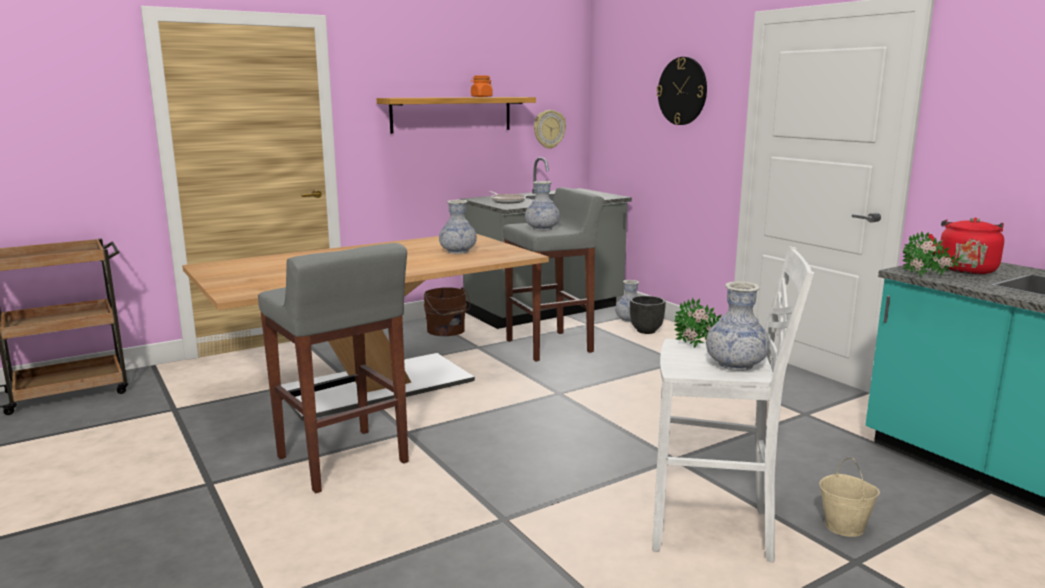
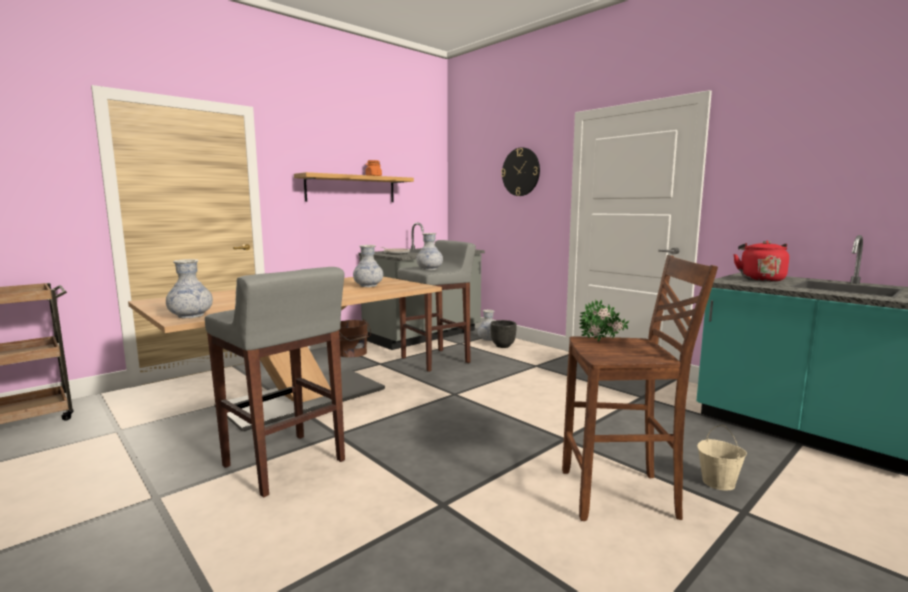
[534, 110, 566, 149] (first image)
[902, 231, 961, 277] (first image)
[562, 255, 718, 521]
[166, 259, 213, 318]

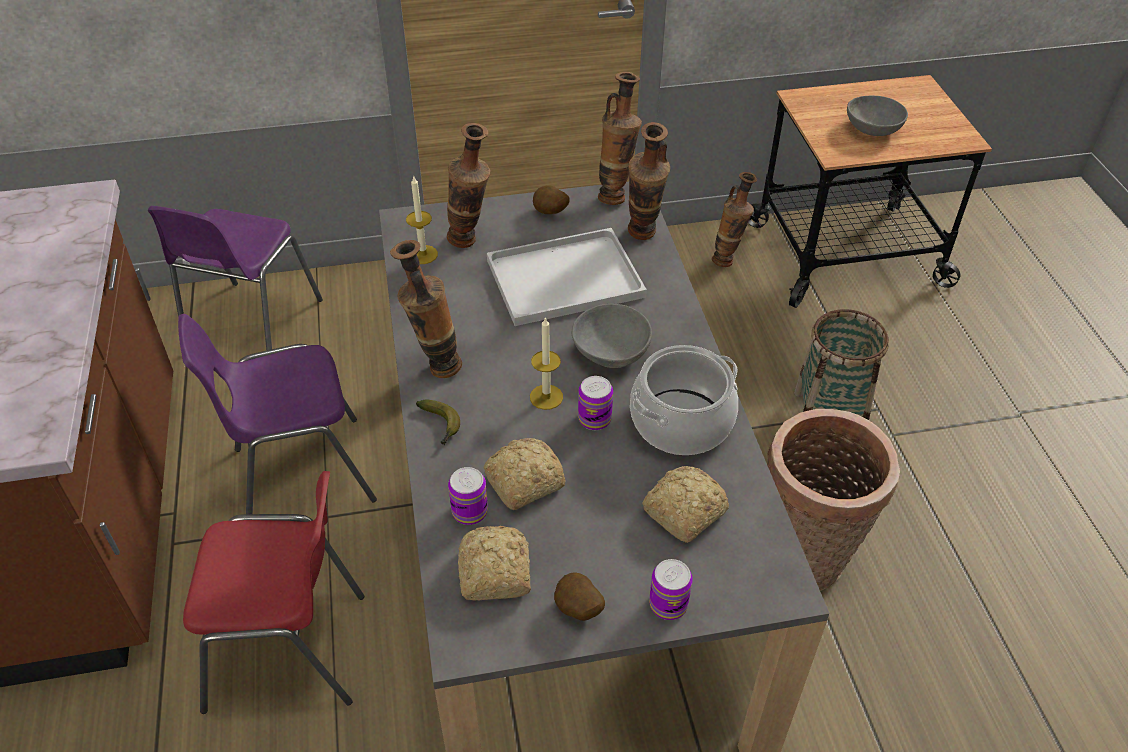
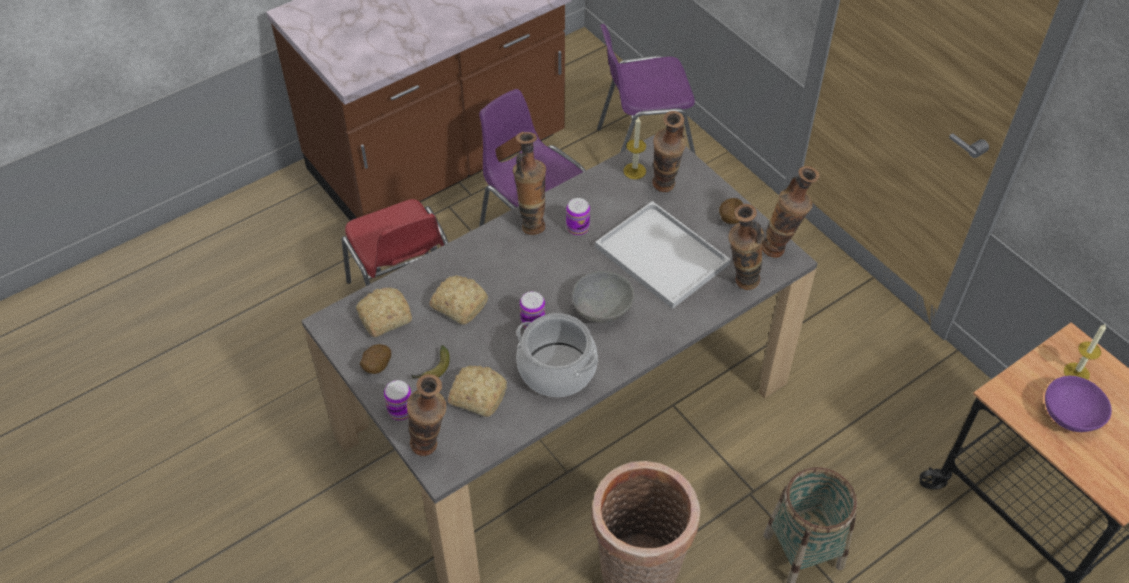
[1045, 376, 1112, 432]
[407, 374, 446, 456]
[1064, 323, 1106, 380]
[411, 345, 450, 379]
[566, 198, 590, 236]

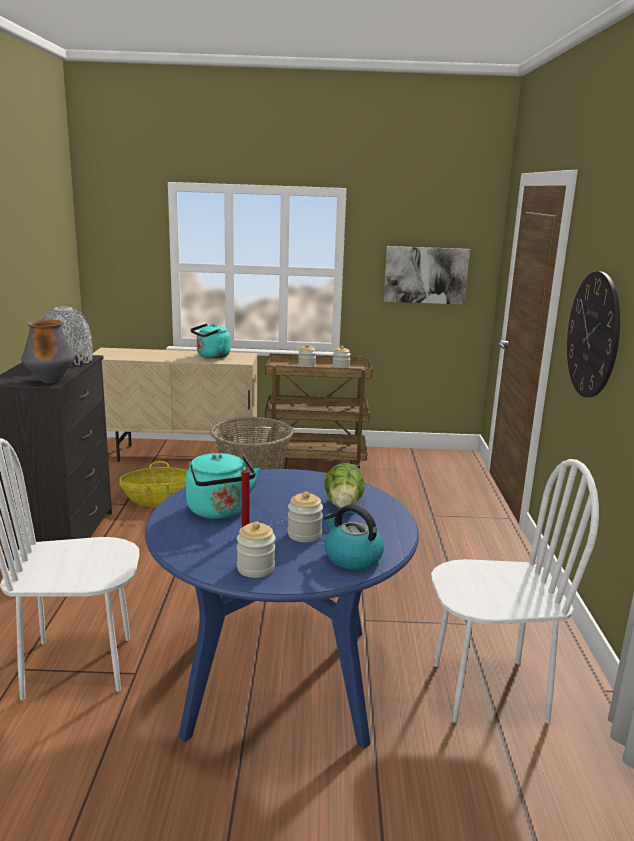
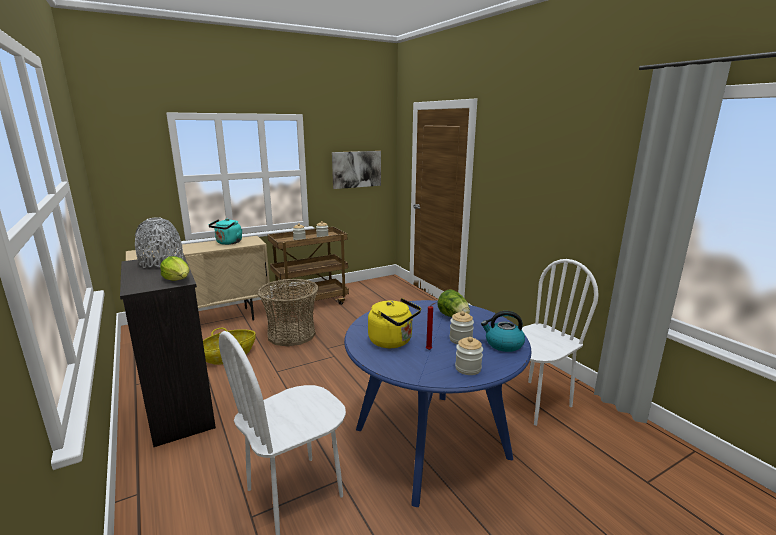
[567, 271, 620, 397] (first image)
[160, 256, 189, 281]
[368, 298, 421, 348]

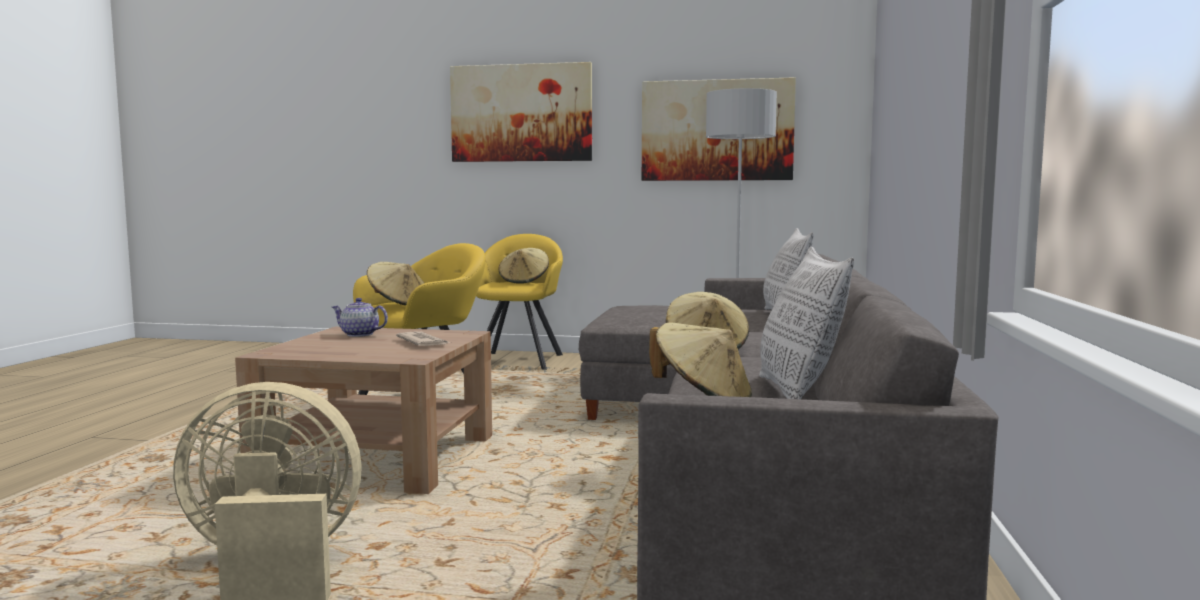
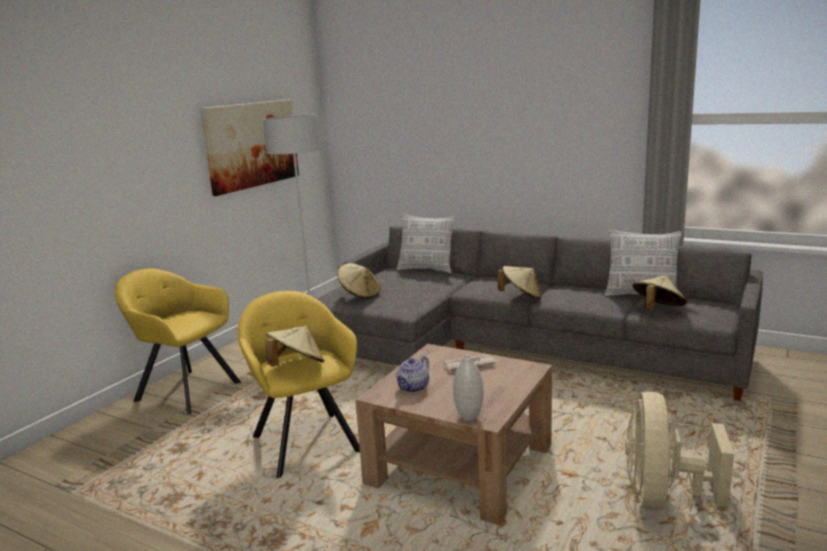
[450, 62, 592, 162] (first image)
[337, 263, 381, 299]
[453, 355, 484, 421]

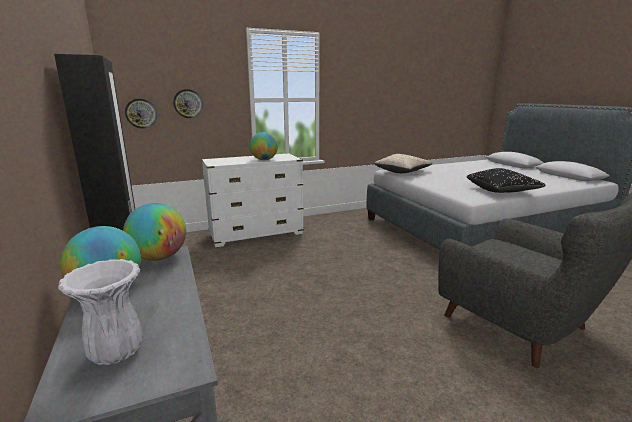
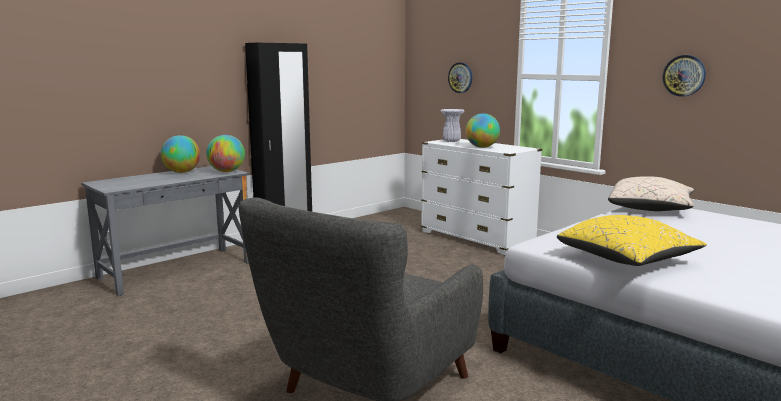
[663, 55, 706, 97]
[556, 215, 707, 266]
[440, 109, 464, 142]

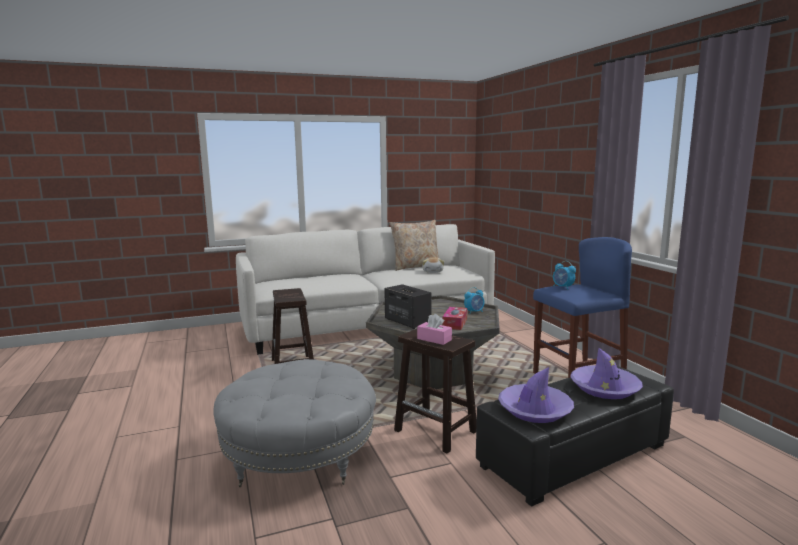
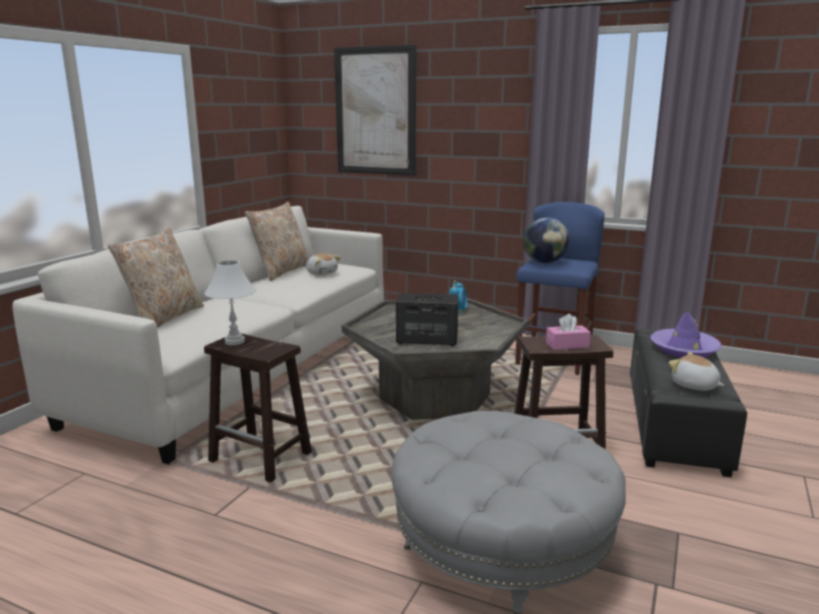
[523, 217, 570, 263]
[442, 307, 467, 330] (first image)
[669, 352, 724, 391]
[334, 44, 416, 176]
[108, 227, 204, 328]
[204, 261, 256, 345]

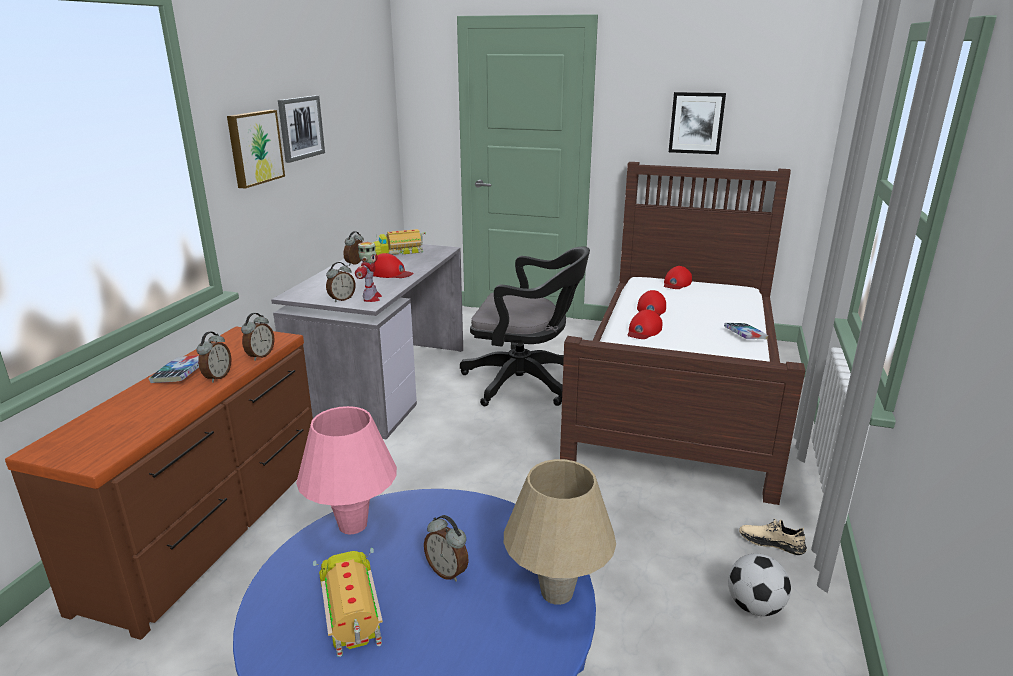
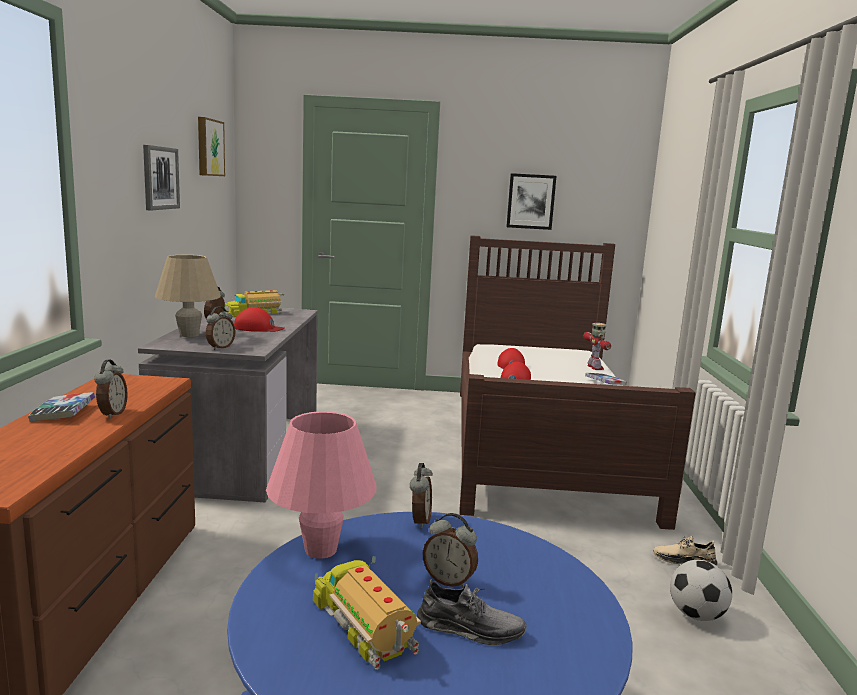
[198, 117, 225, 176]
[583, 323, 611, 370]
[460, 246, 590, 406] (first image)
[664, 266, 692, 289] (first image)
[410, 463, 433, 529]
[155, 255, 221, 337]
[417, 579, 527, 645]

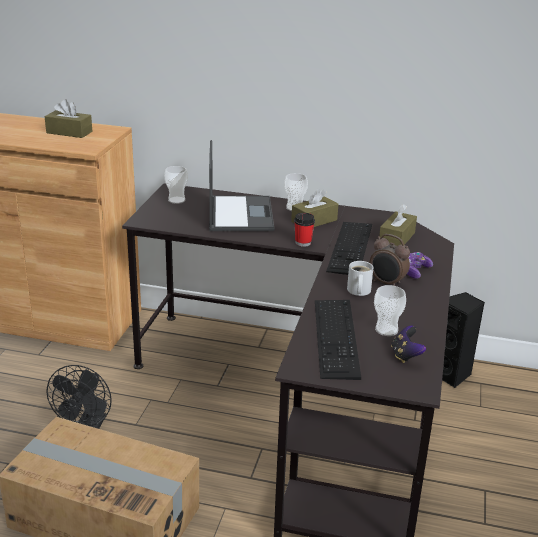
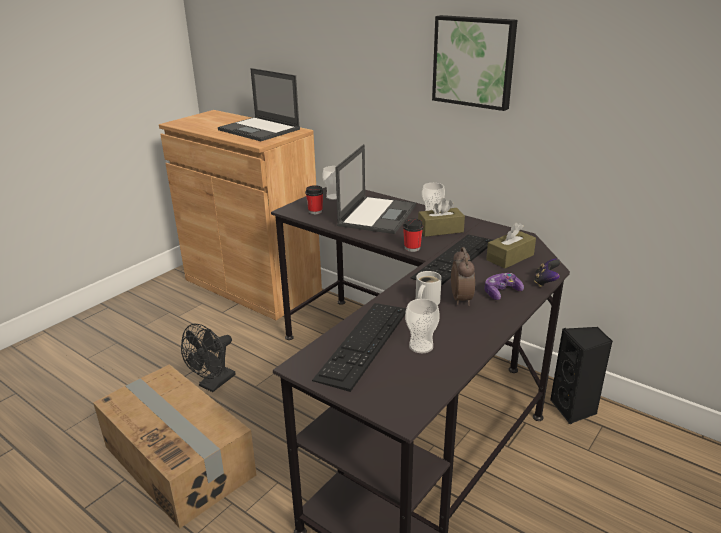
[218, 68, 300, 141]
[451, 247, 475, 306]
[534, 258, 561, 287]
[432, 15, 517, 111]
[305, 185, 323, 214]

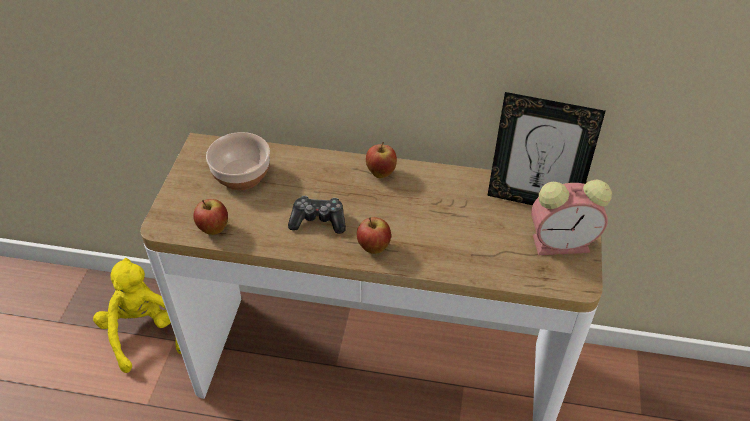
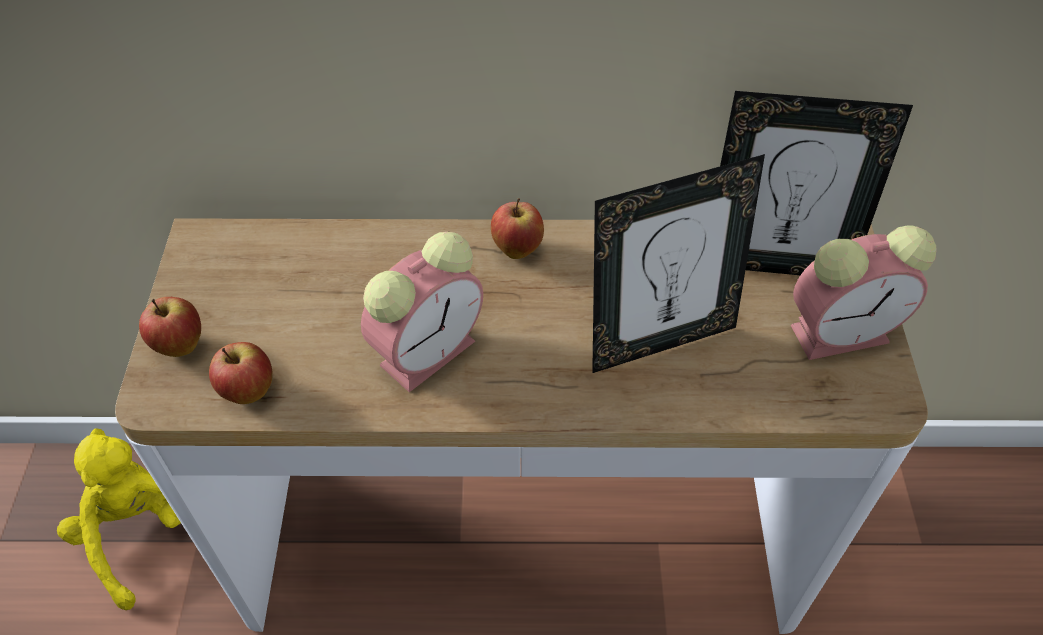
[206, 132, 270, 190] (first image)
[361, 232, 483, 392]
[139, 297, 201, 357]
[592, 154, 765, 373]

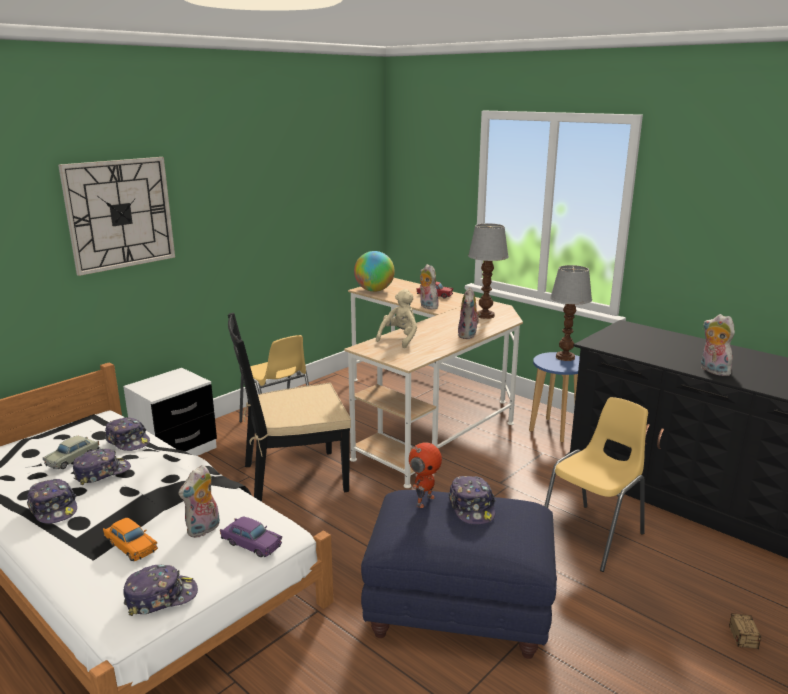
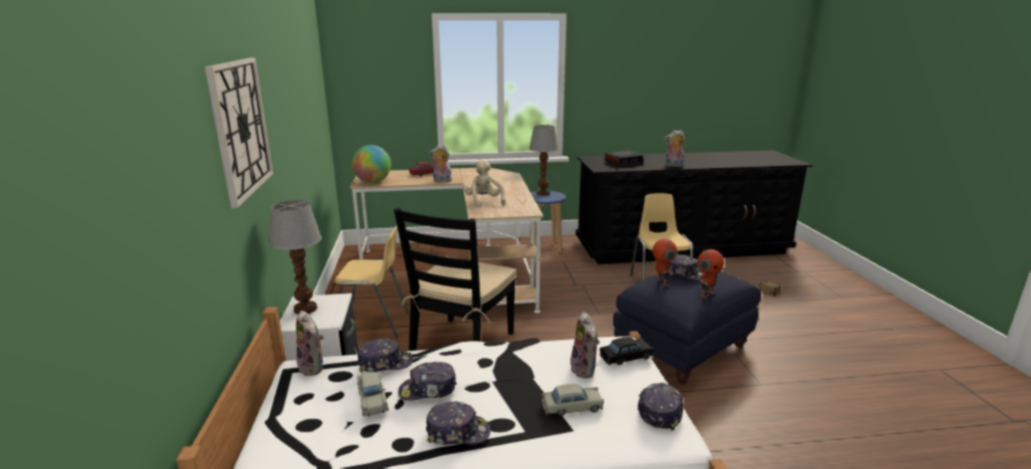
[269, 200, 322, 314]
[296, 310, 324, 376]
[398, 362, 457, 401]
[599, 337, 654, 365]
[541, 384, 604, 416]
[605, 151, 643, 167]
[698, 249, 724, 299]

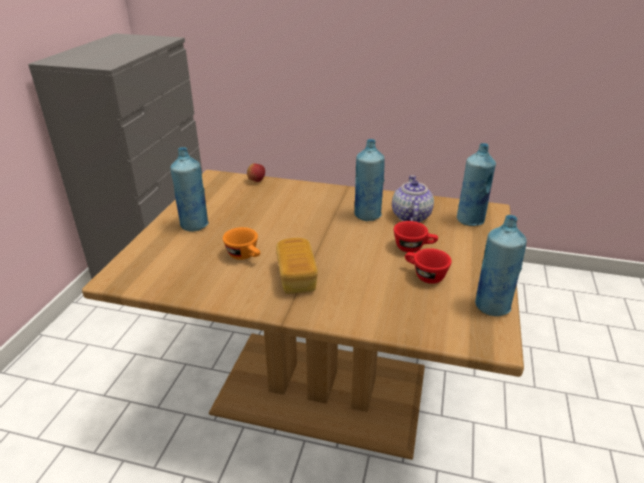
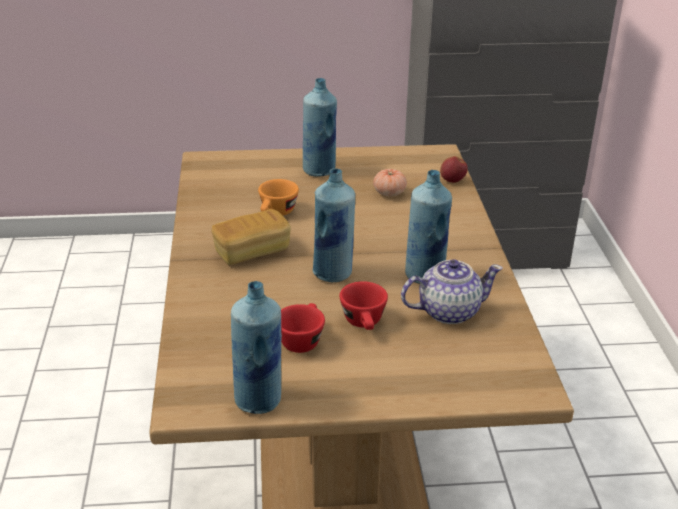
[313, 168, 355, 282]
[373, 169, 407, 196]

